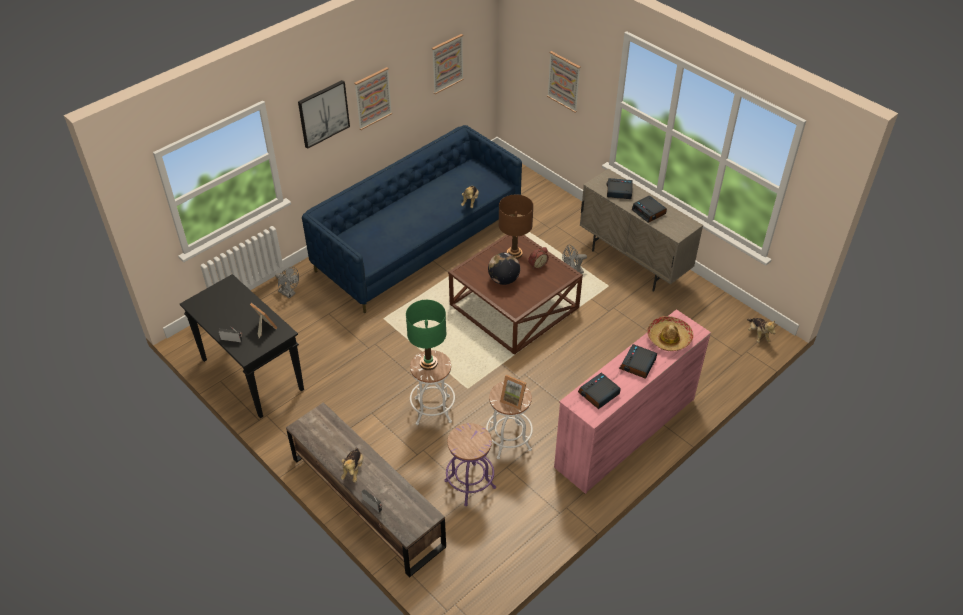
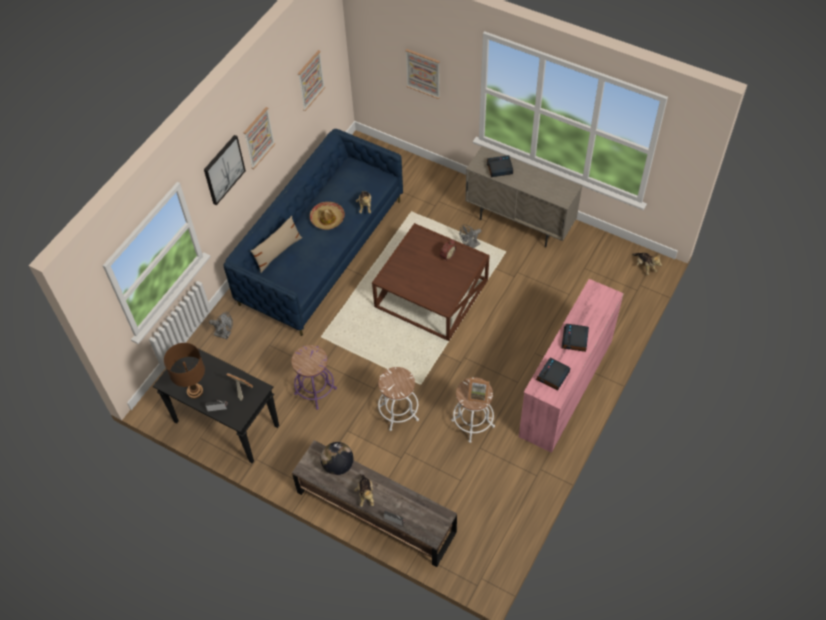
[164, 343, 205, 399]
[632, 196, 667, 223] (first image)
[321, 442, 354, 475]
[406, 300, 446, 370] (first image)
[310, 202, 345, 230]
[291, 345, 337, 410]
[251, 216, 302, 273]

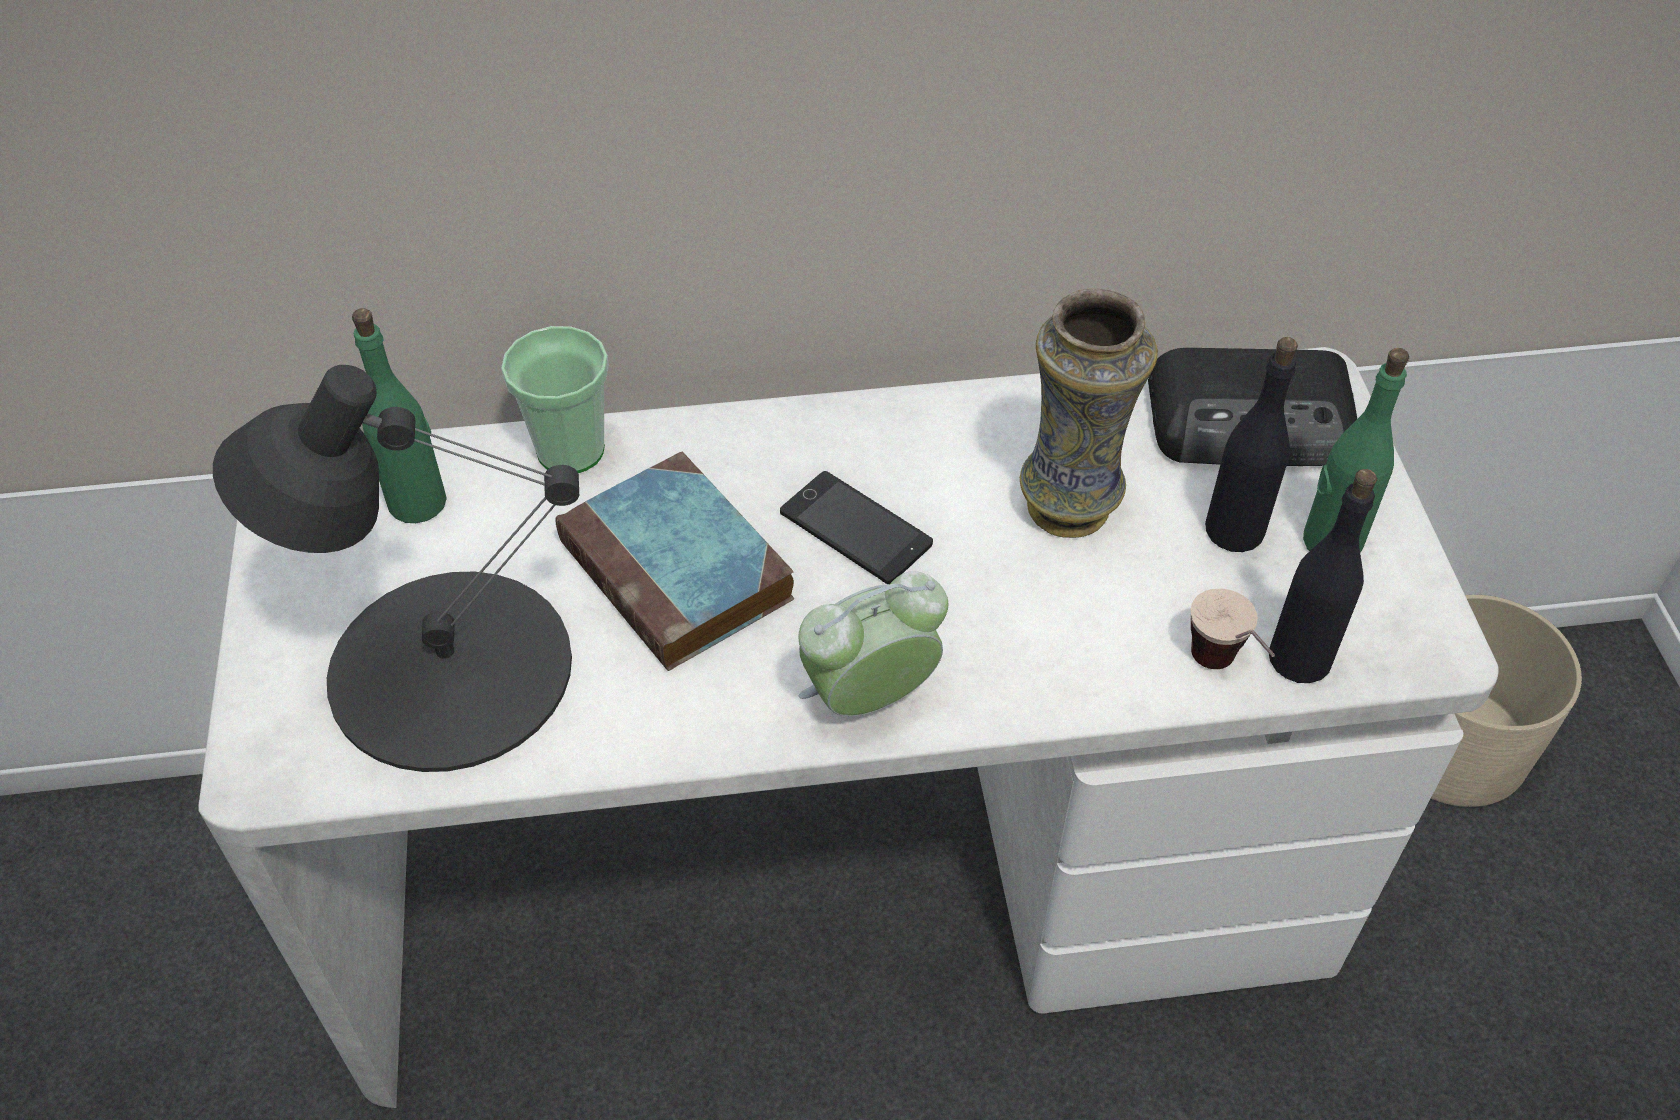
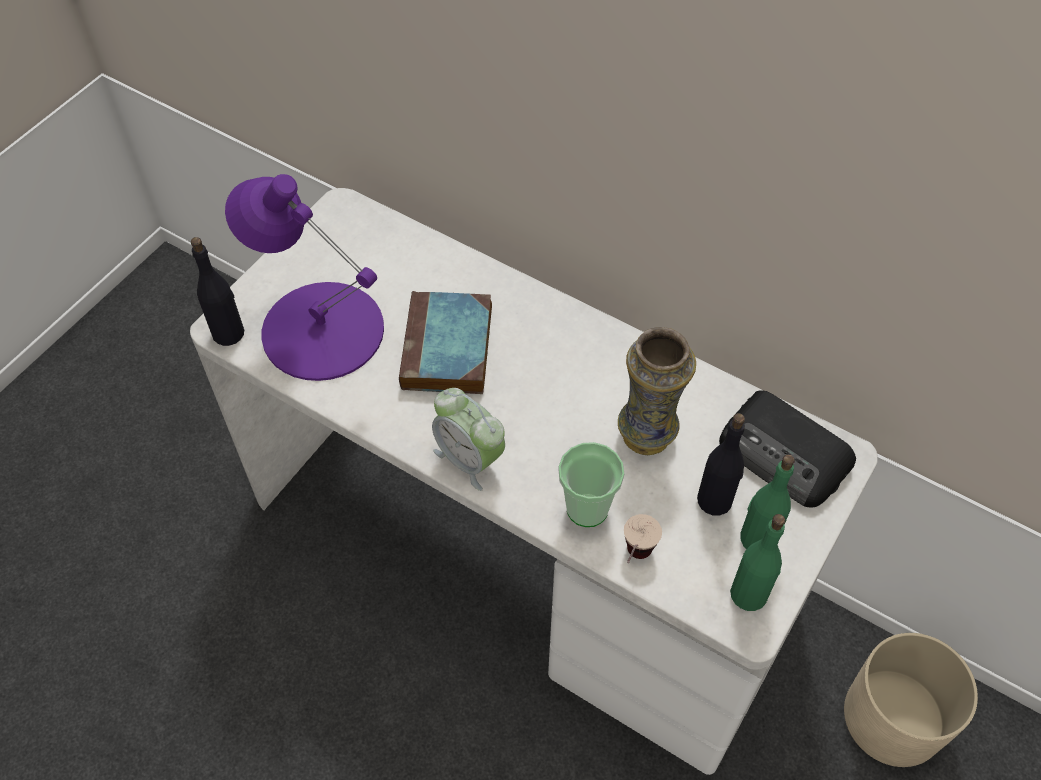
[730, 514, 786, 611]
[559, 442, 624, 527]
[225, 174, 384, 381]
[191, 237, 244, 346]
[780, 471, 933, 584] (first image)
[432, 388, 505, 491]

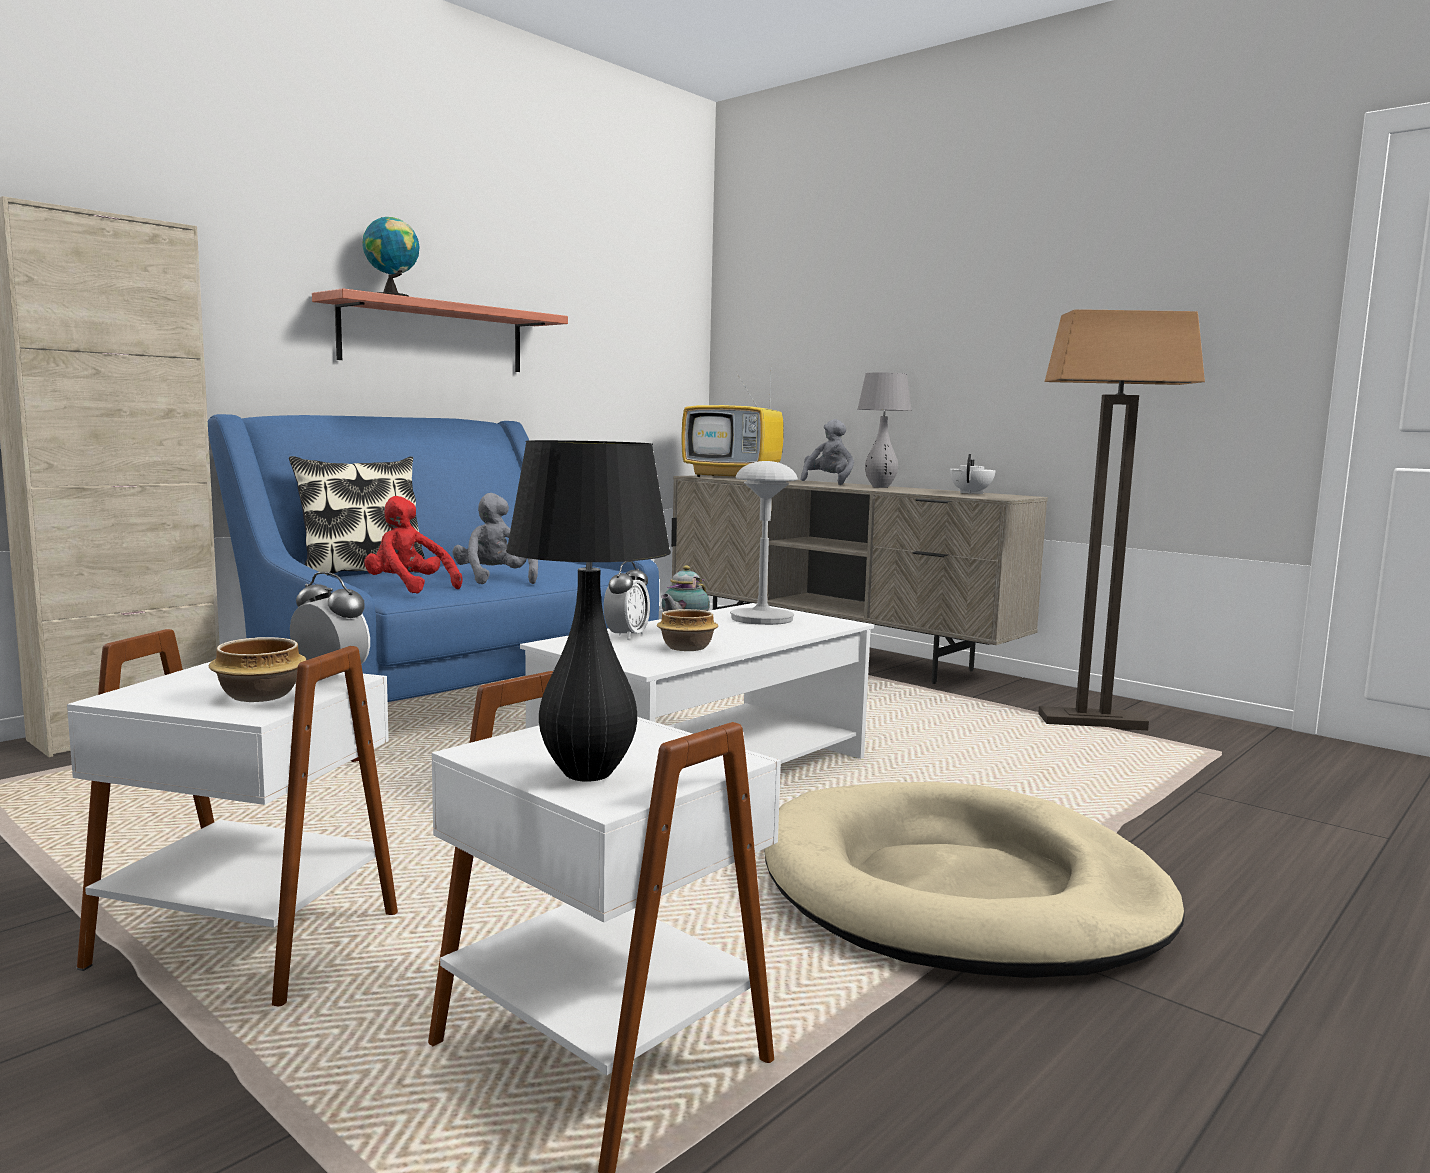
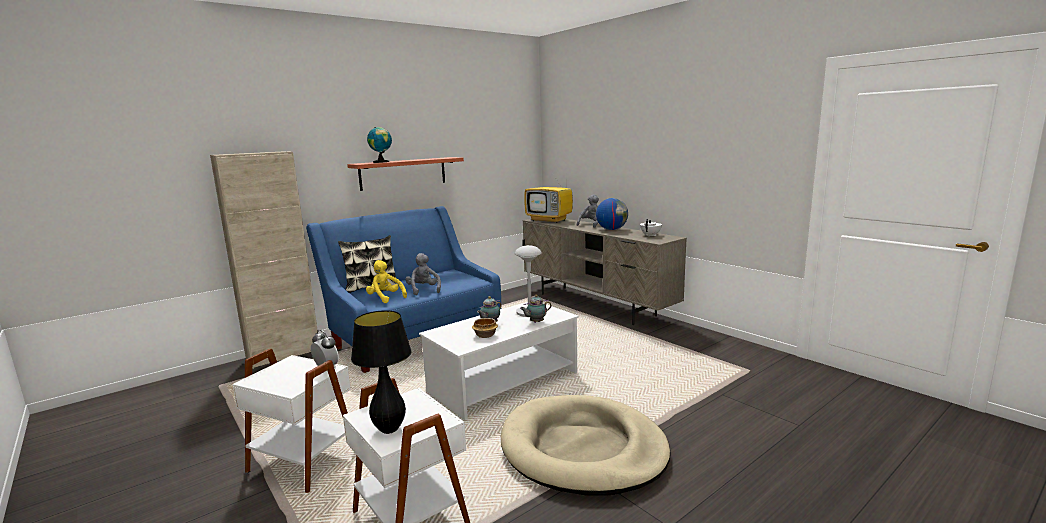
[1038, 309, 1205, 730] (first image)
[596, 198, 628, 230]
[366, 260, 407, 303]
[604, 561, 650, 640] (first image)
[209, 637, 306, 702] (first image)
[520, 295, 552, 323]

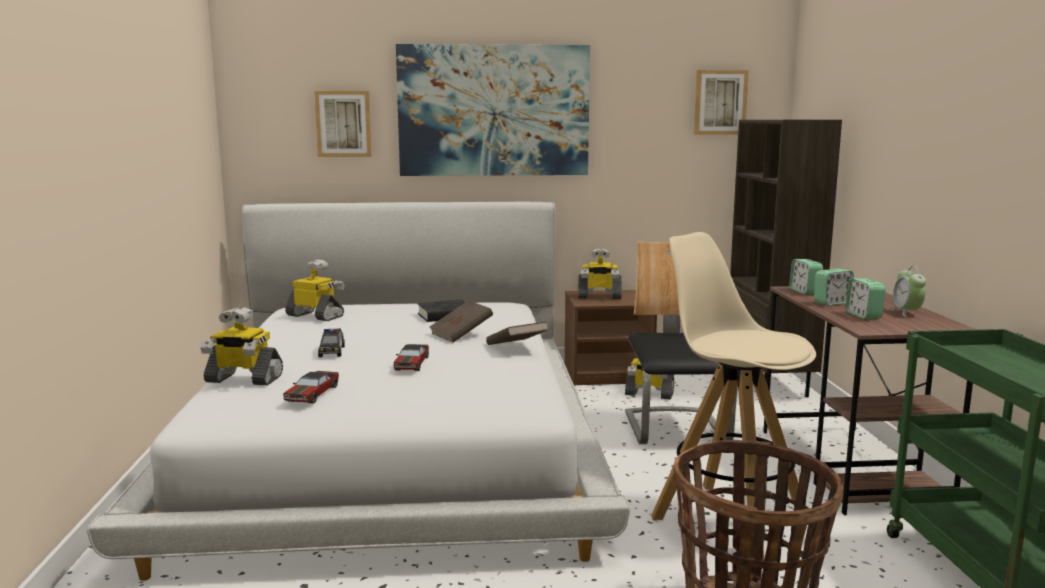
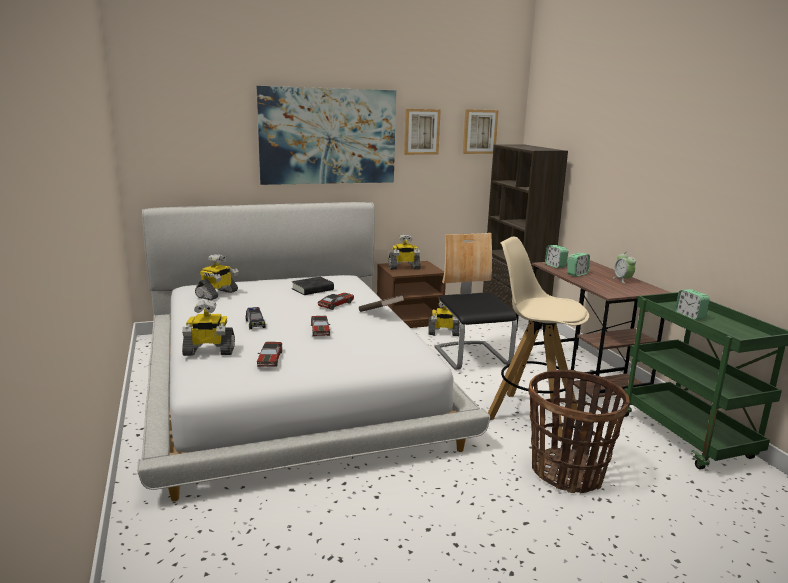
[404, 109, 441, 155]
[195, 254, 239, 300]
[675, 289, 710, 320]
[318, 293, 354, 310]

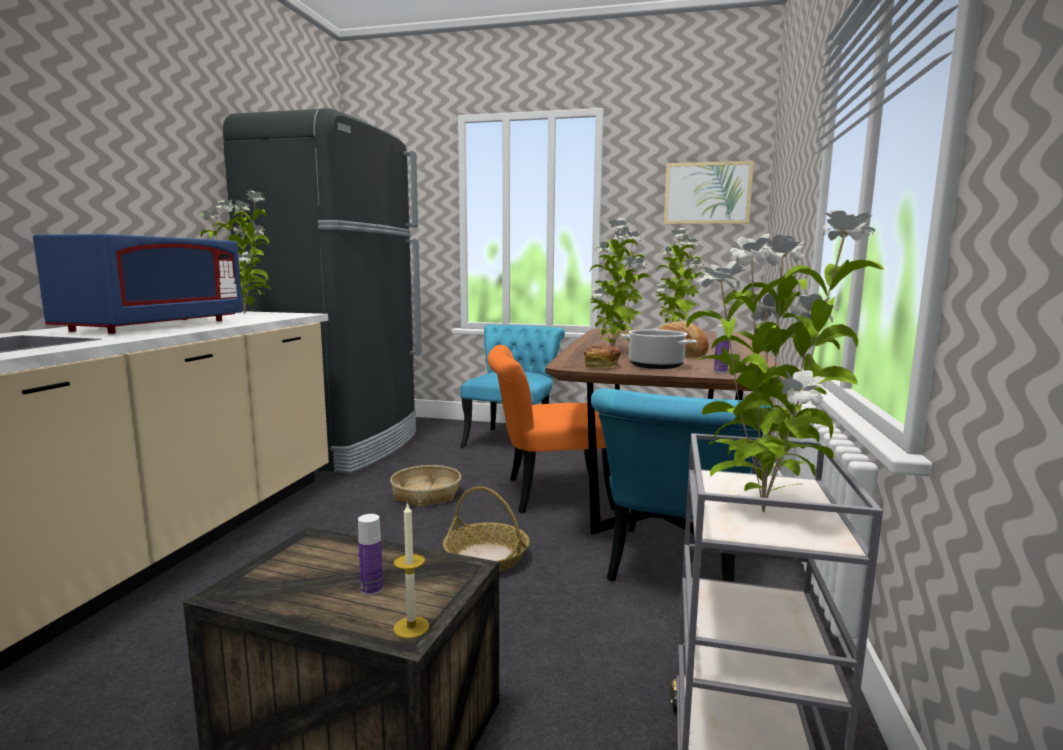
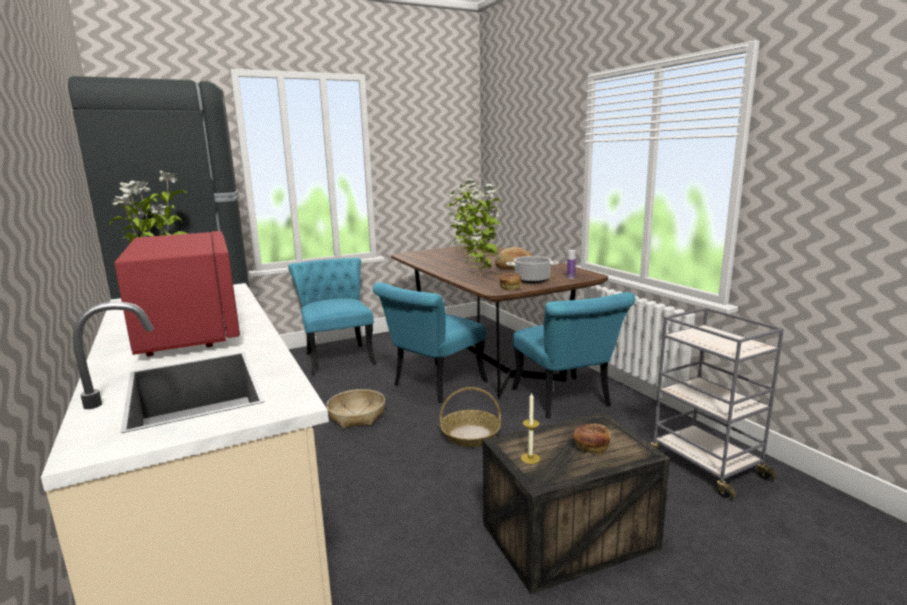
[664, 161, 754, 224] (first image)
[686, 210, 884, 512] (first image)
[114, 231, 240, 356]
[372, 282, 488, 403]
[521, 392, 540, 464]
[573, 423, 611, 455]

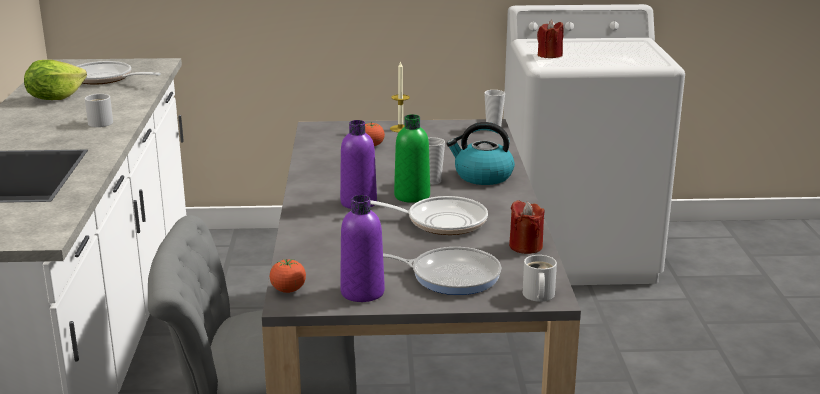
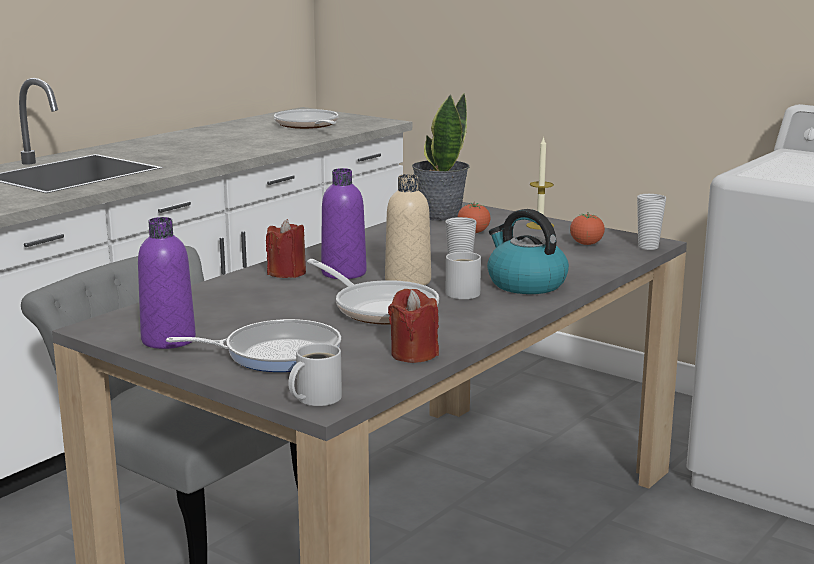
[266, 219, 306, 278]
[24, 60, 87, 100] (first image)
[446, 252, 481, 299]
[385, 174, 431, 285]
[166, 319, 341, 372]
[570, 213, 605, 245]
[412, 93, 469, 221]

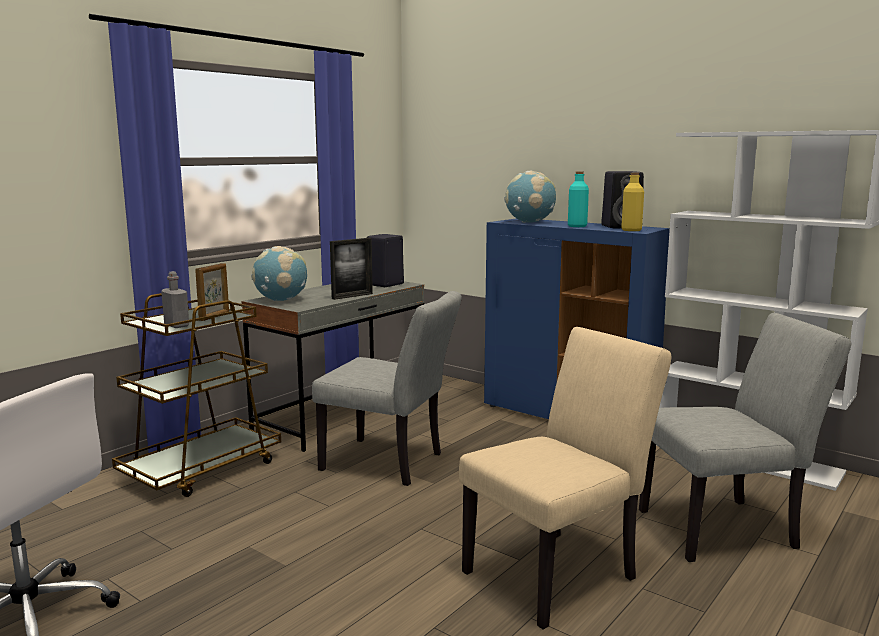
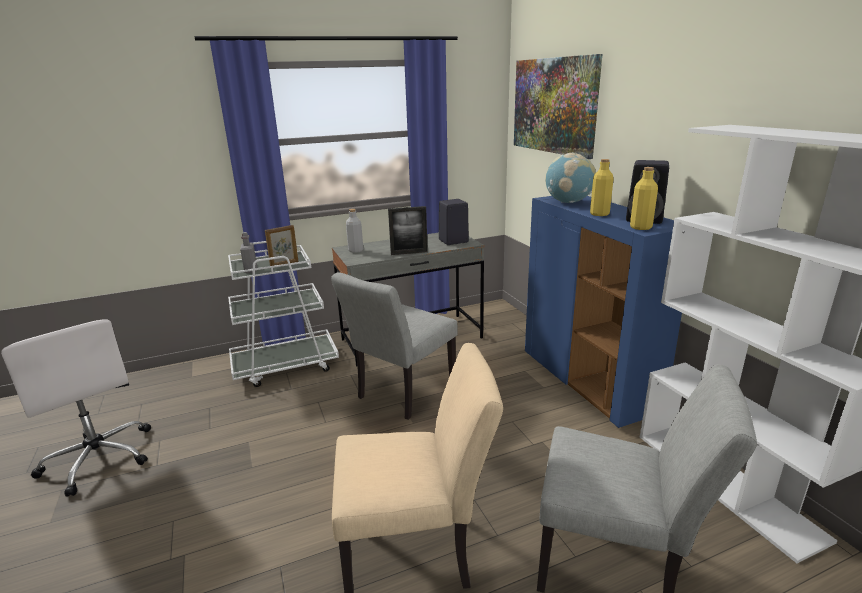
[590, 159, 614, 216]
[346, 209, 363, 253]
[331, 272, 458, 420]
[228, 241, 339, 387]
[514, 54, 602, 159]

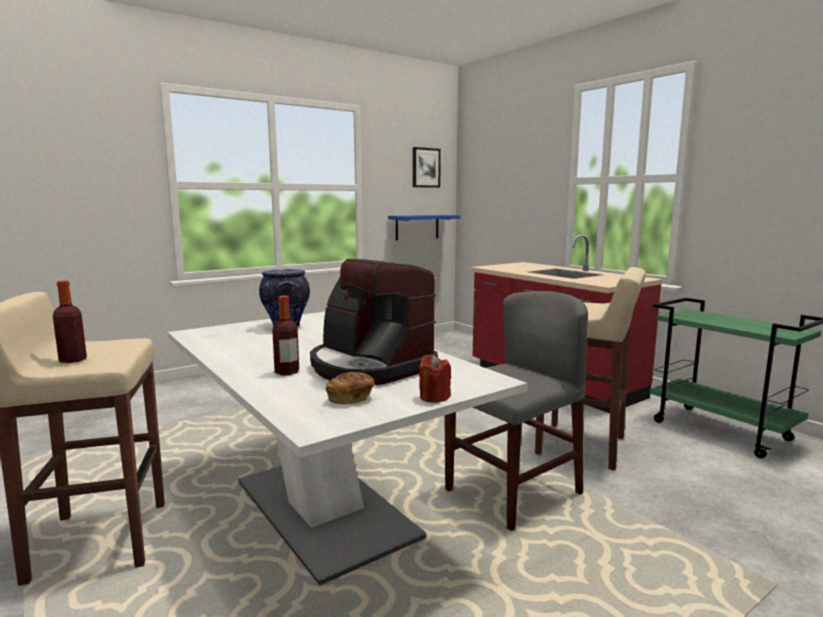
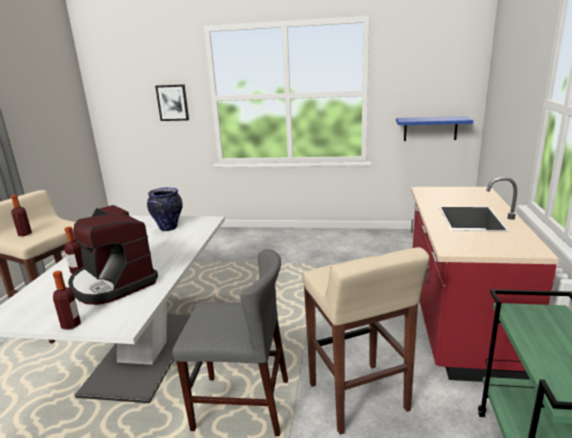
[155, 84, 189, 121]
[68, 205, 158, 305]
[53, 271, 81, 330]
[326, 372, 375, 405] (first image)

